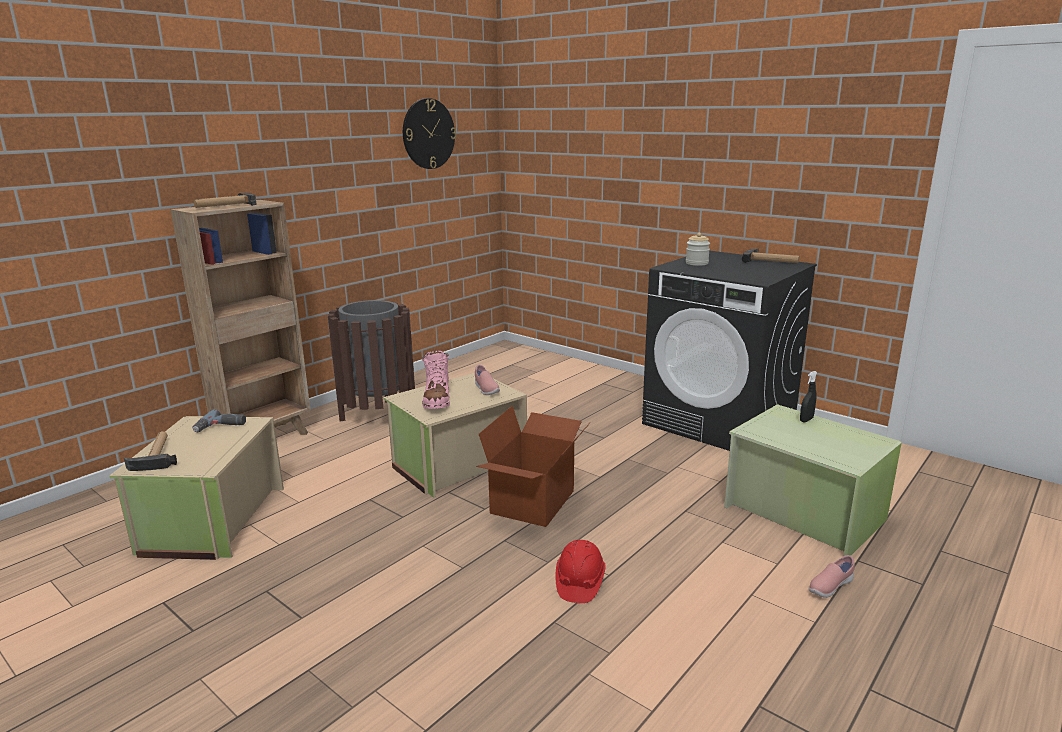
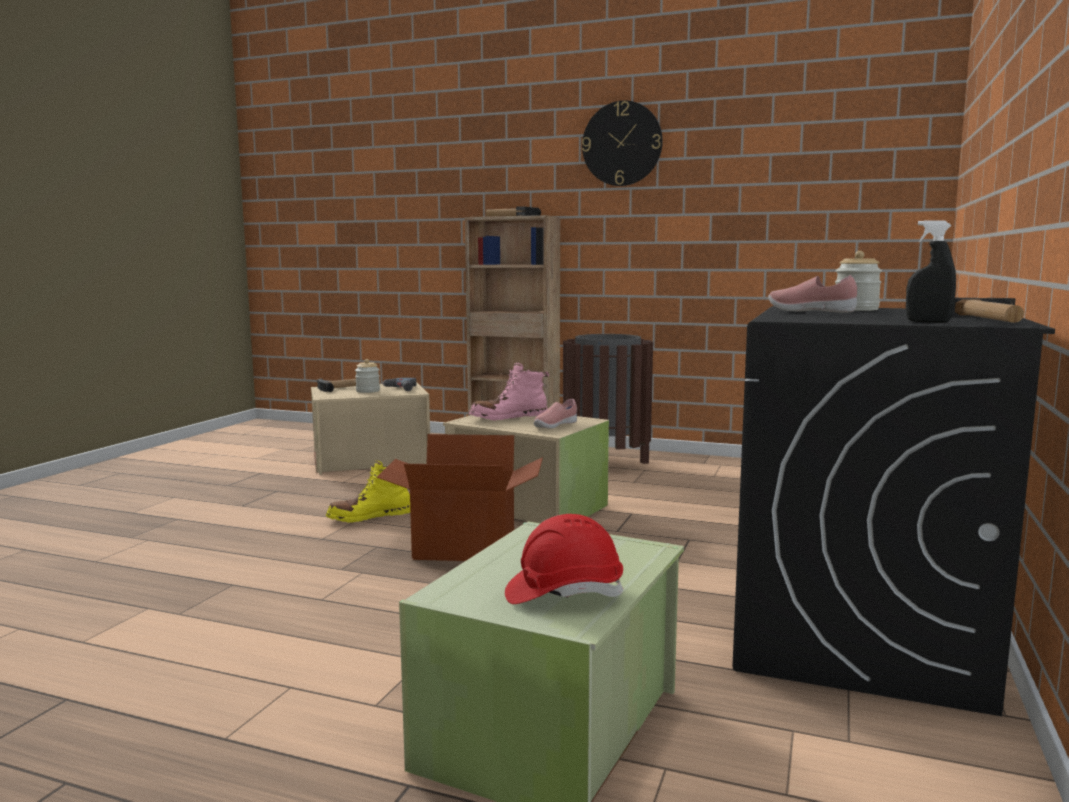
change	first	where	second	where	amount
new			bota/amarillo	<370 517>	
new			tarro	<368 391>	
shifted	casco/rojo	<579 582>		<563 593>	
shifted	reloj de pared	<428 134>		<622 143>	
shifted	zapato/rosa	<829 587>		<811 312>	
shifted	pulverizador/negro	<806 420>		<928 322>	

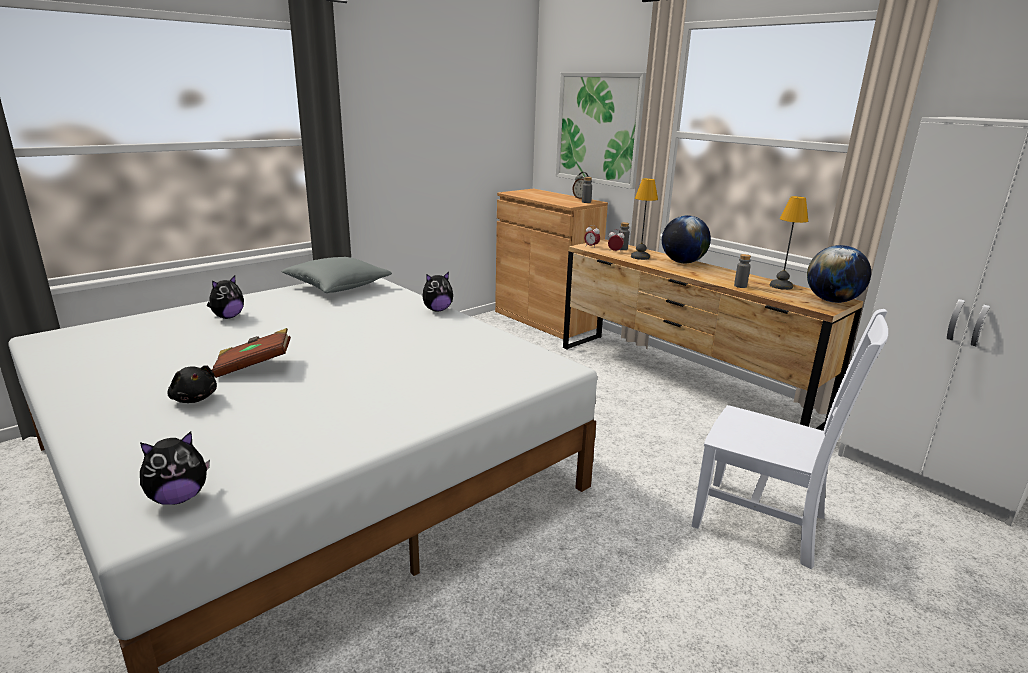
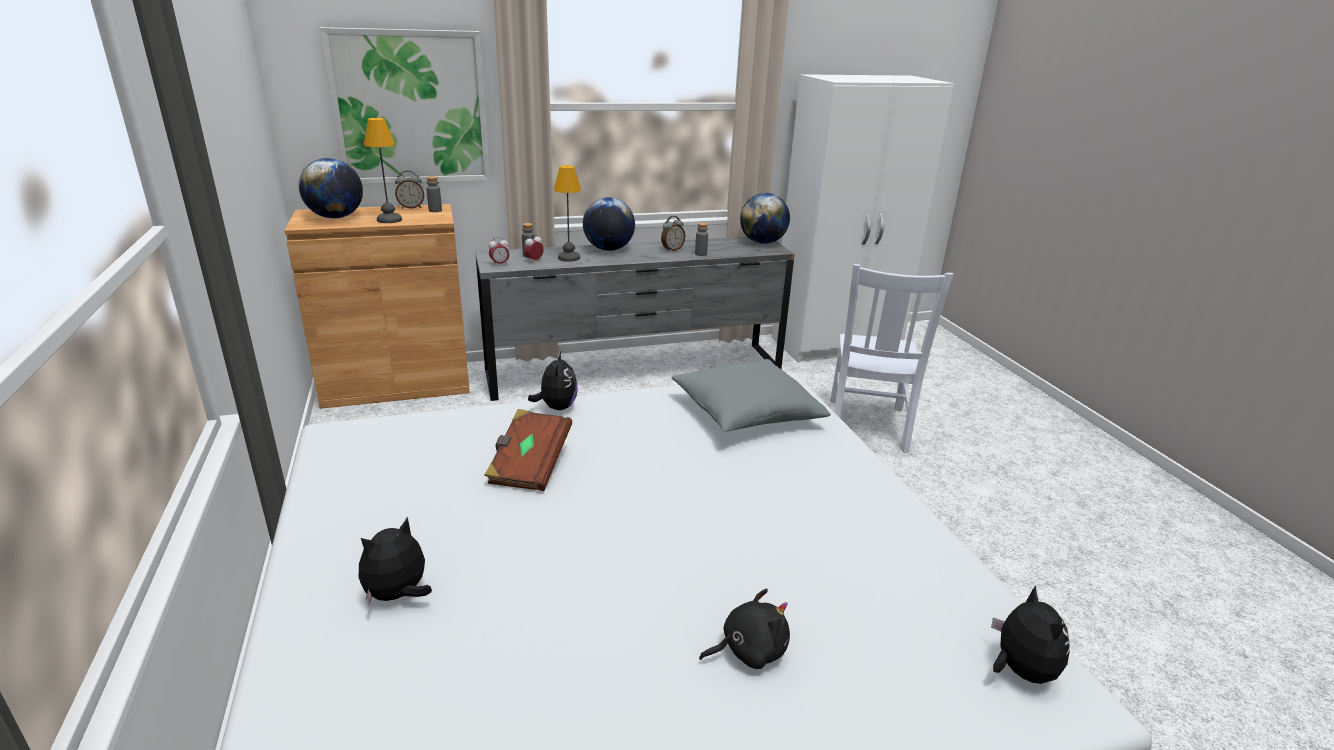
change	first	where	second	where	amount
new			globo terráqueo	<336 217>	
rotated	peluche	<228 317>		<398 595>	105 degrees counterclockwise
shifted	lámpara de mesa	<780 286>		<389 219>	
repainted	cómoda/marrón	<681 382>	cómoda/gris	<636 371>	
shifted	libro/marrón	<254 366>		<529 465>	
new			despertador	<672 249>	
shifted	cojín/gris	<338 287>		<746 413>	
rotated	silla/blanco	<763 523>		<866 427>	135 degrees clockwise

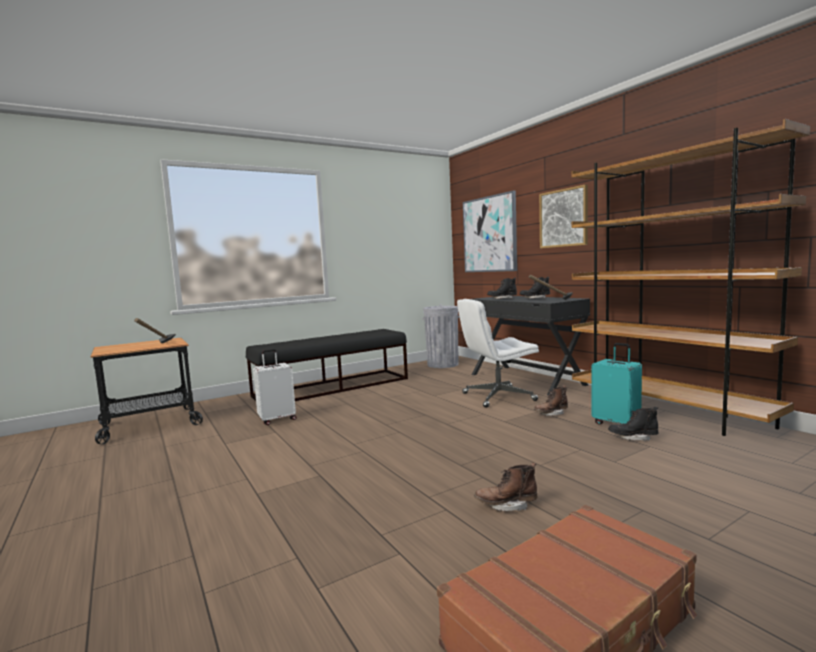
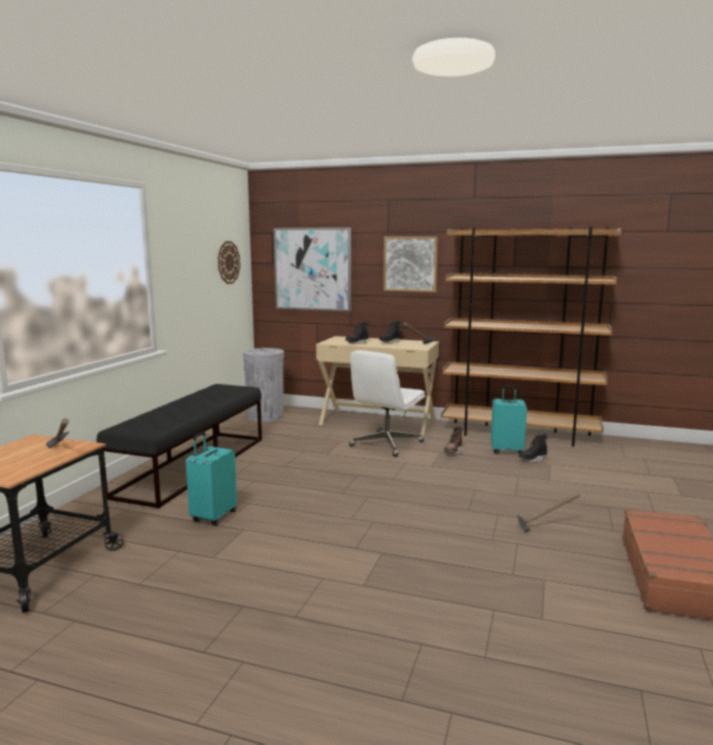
change	first	where	second	where	amount
repainted	maleta/blanco	<277 419>	maleta/turquesa	<213 516>	
new			reloj de pared	<228 262>	
repainted	escritorio/negro	<526 379>	escritorio/beis	<378 422>	
swapped	bota/marrón	<506 505>	martillo	<544 528>	

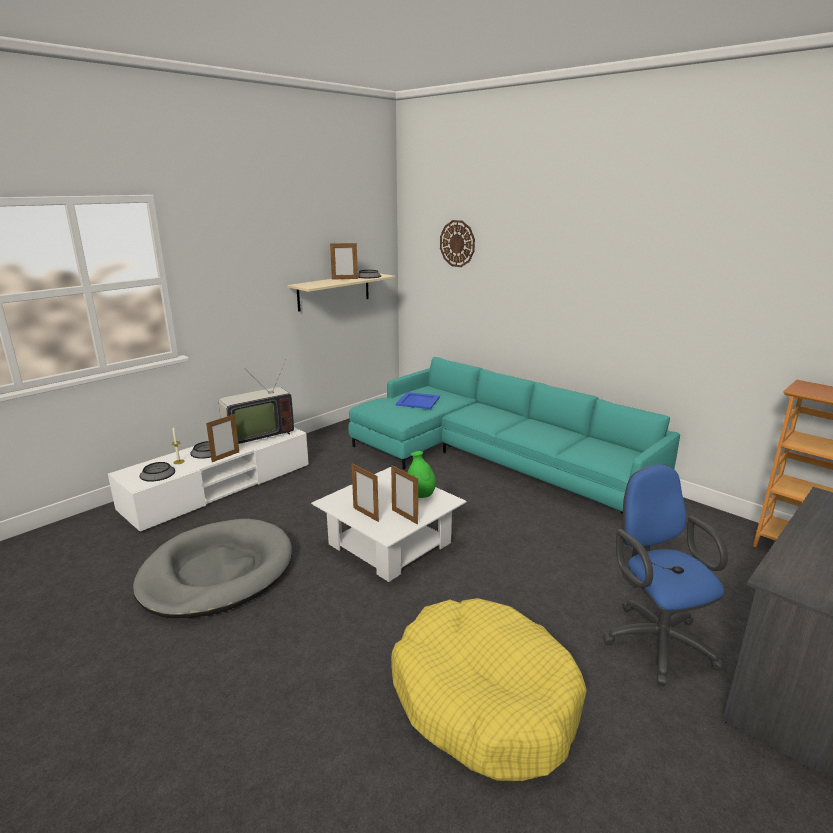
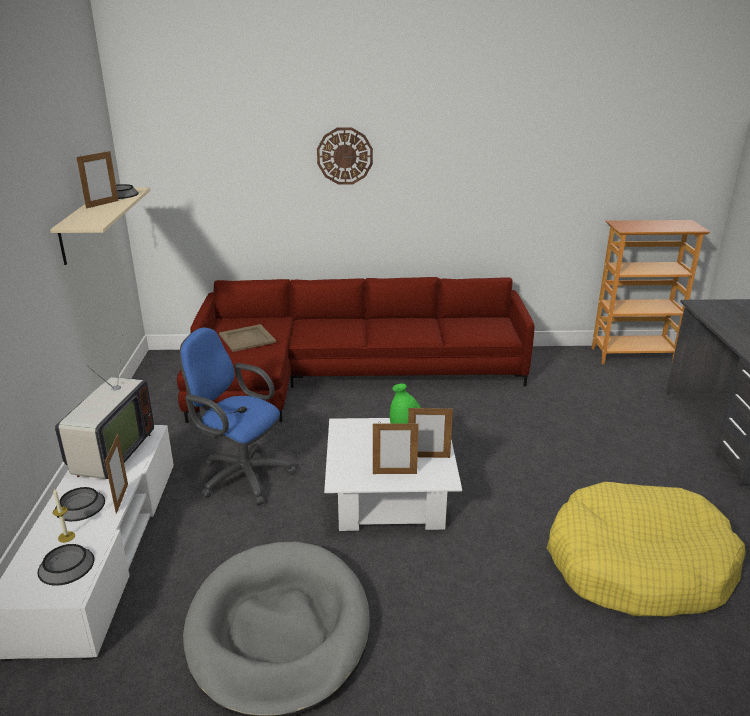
change	first	where	second	where	amount
repainted	sofá/turquesa	<493 459>	sofá/rojo	<346 374>	
shifted	silla de oficina/azul	<654 639>		<241 475>	
repainted	bandeja/azul	<418 401>	bandeja/beis	<247 338>	
shifted	reloj de pared	<457 243>		<344 156>	

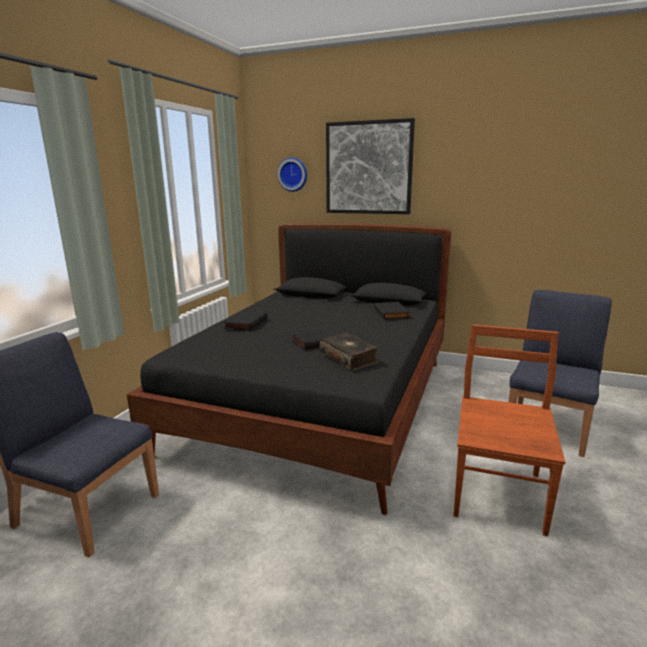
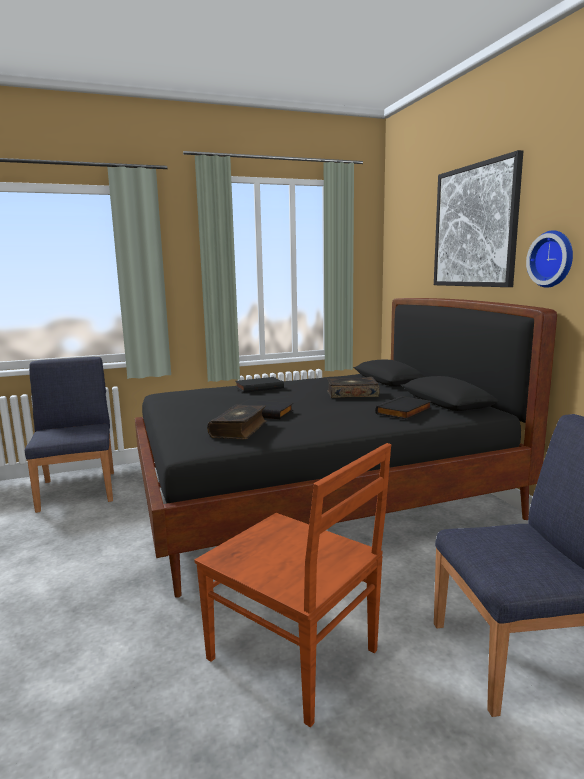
change	first	where	second	where	amount
rotated	silla/marrón	<498 492>		<295 657>	60 degrees clockwise
new			libro	<352 394>	
shifted	reloj de pared	<293 174>		<553 259>	

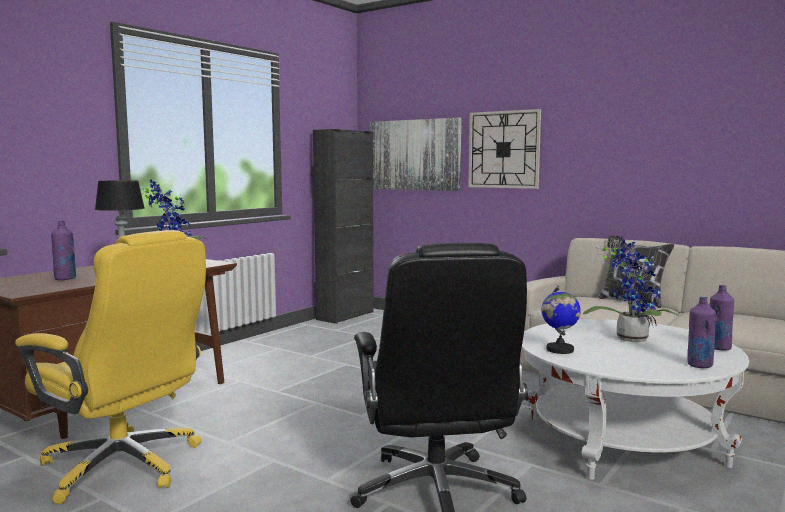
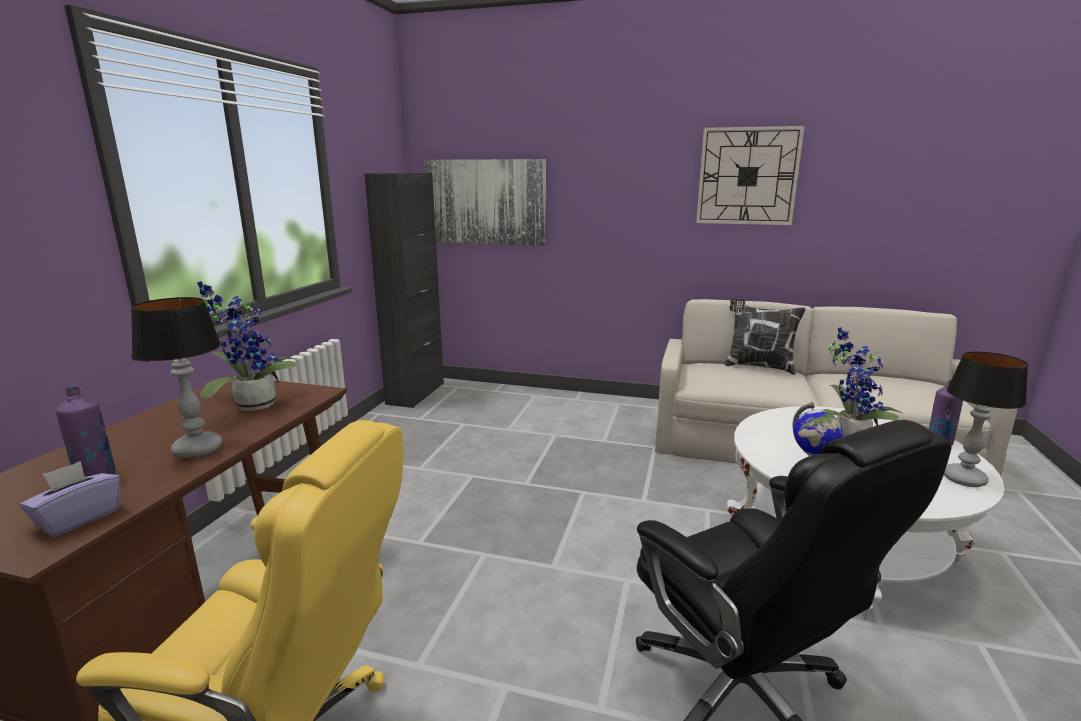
change	first	where	second	where	amount
new			caja de pañuelos/morado	<78 518>	
shifted	reloj de pared	<504 149>		<747 176>	
swapped	botella/morado	<699 365>	lámpara de mesa	<962 479>	

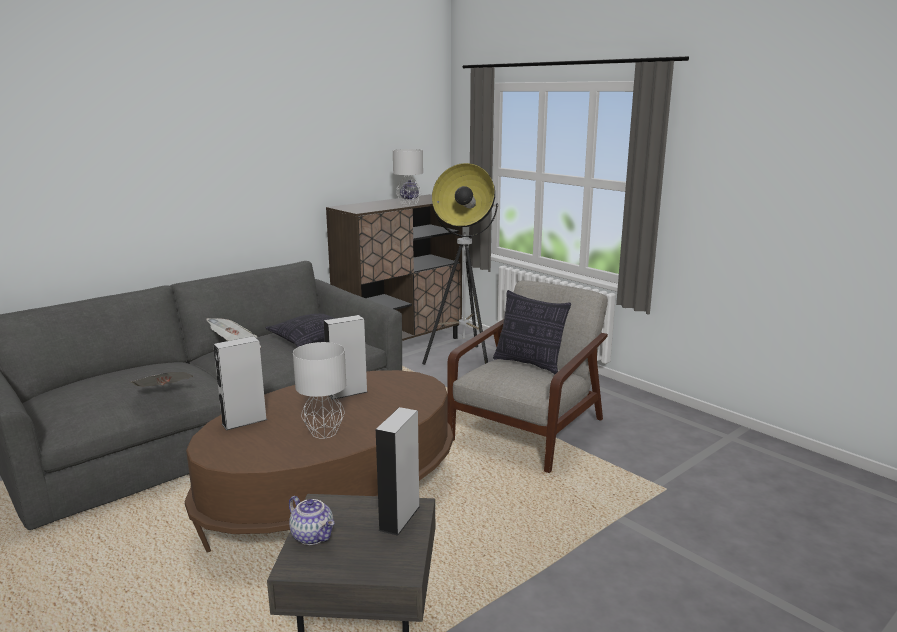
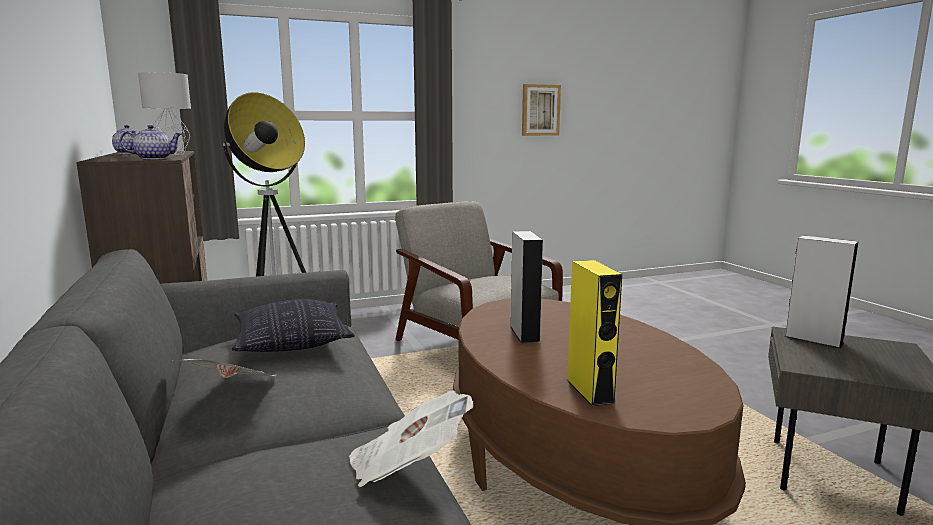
change	first	where	second	where	amount
shifted	tetera	<313 536>		<154 159>	
new			cuadro	<540 110>	
repainted	altavoz/gris	<244 421>	altavoz/amarillo	<589 391>	
gone	lámpara de mesa/gris	<324 432>			
gone	cojín	<529 364>			

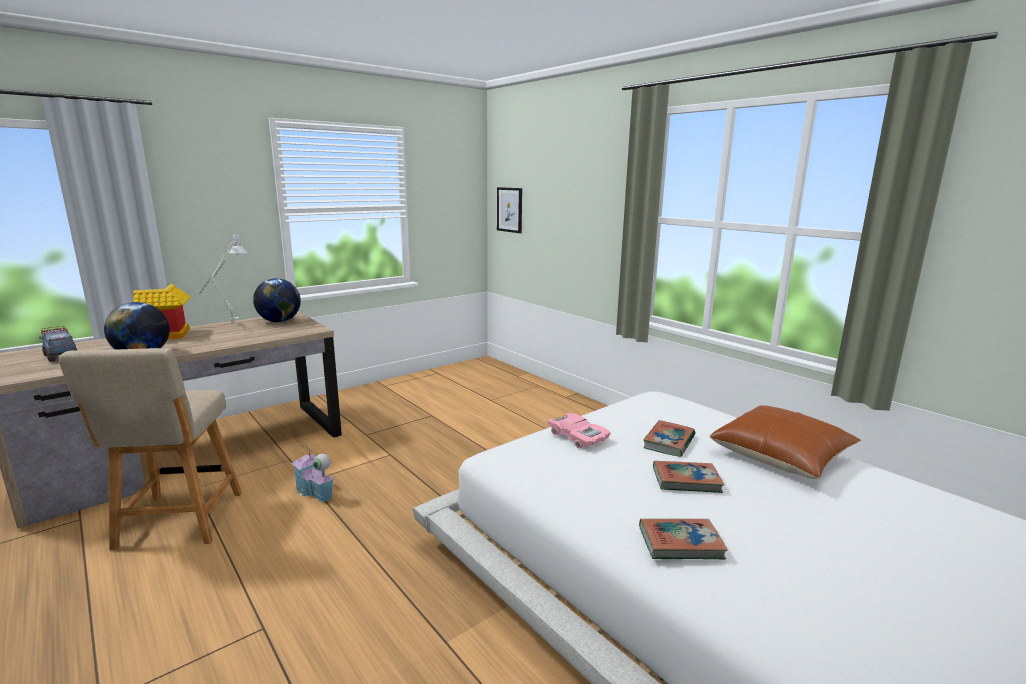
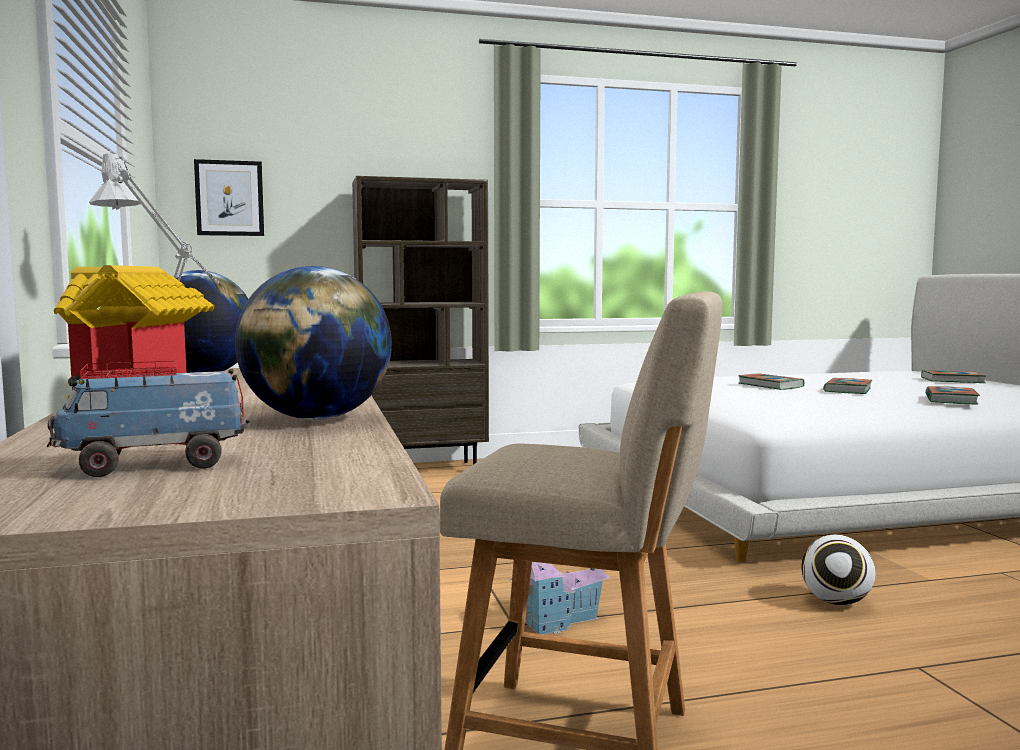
change	first	where	second	where	amount
new			estantería/marrón	<423 469>	
new			balón de fútbol	<836 602>	
new			libro	<952 380>	
gone	coche de juguete/rosa	<577 436>			
gone	cojín/marrón	<781 455>			

